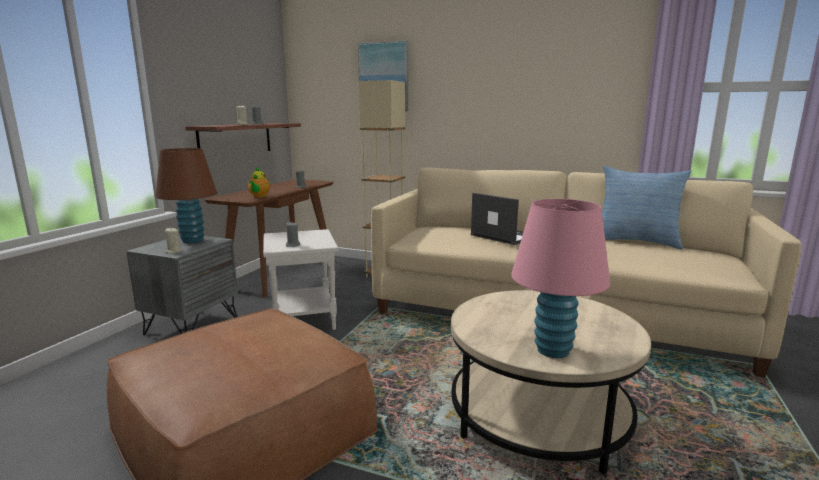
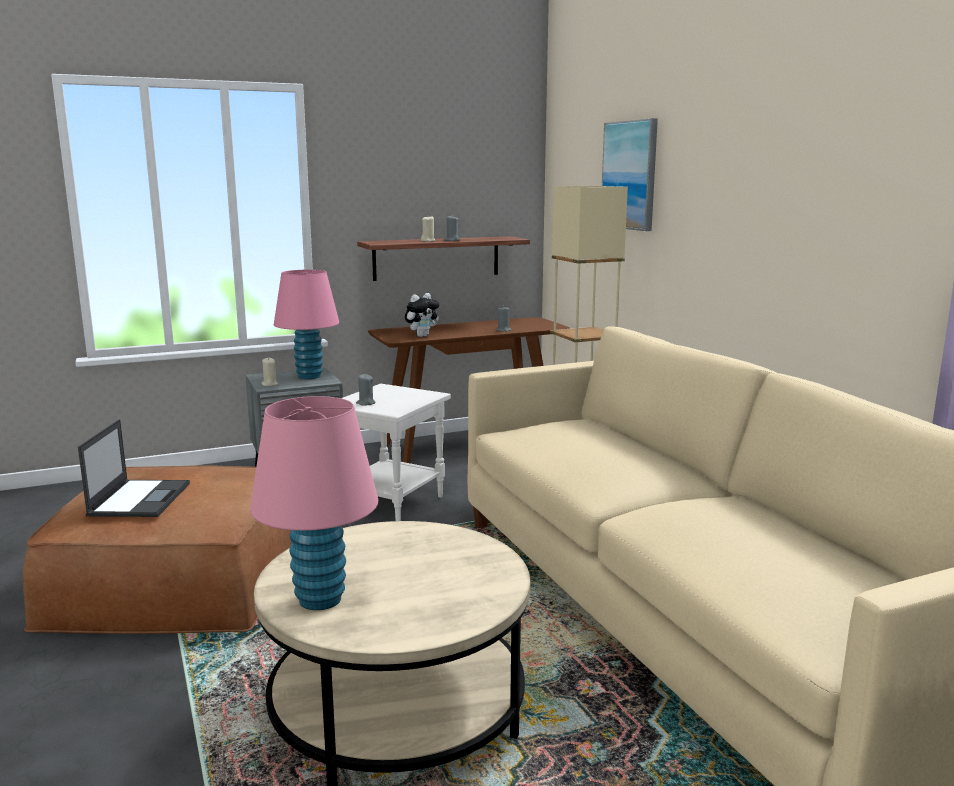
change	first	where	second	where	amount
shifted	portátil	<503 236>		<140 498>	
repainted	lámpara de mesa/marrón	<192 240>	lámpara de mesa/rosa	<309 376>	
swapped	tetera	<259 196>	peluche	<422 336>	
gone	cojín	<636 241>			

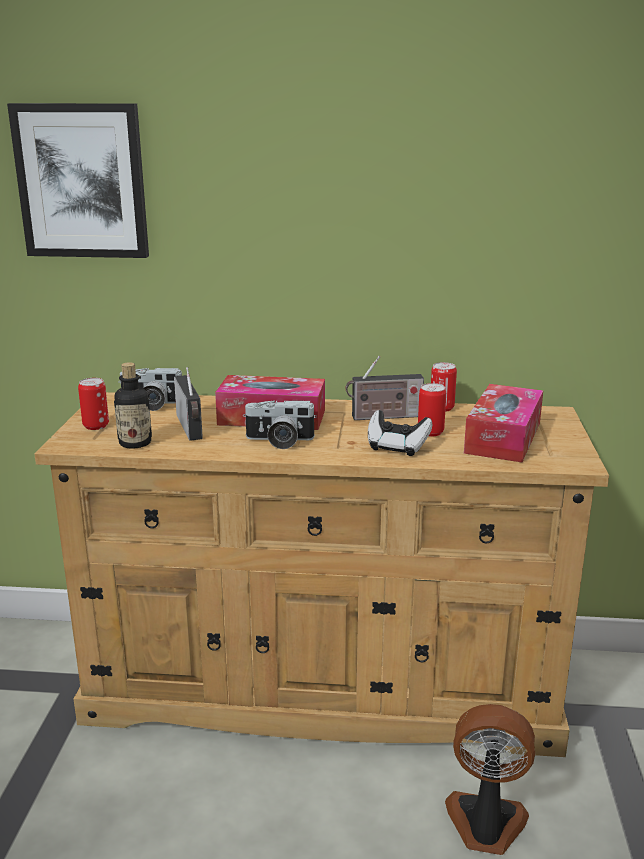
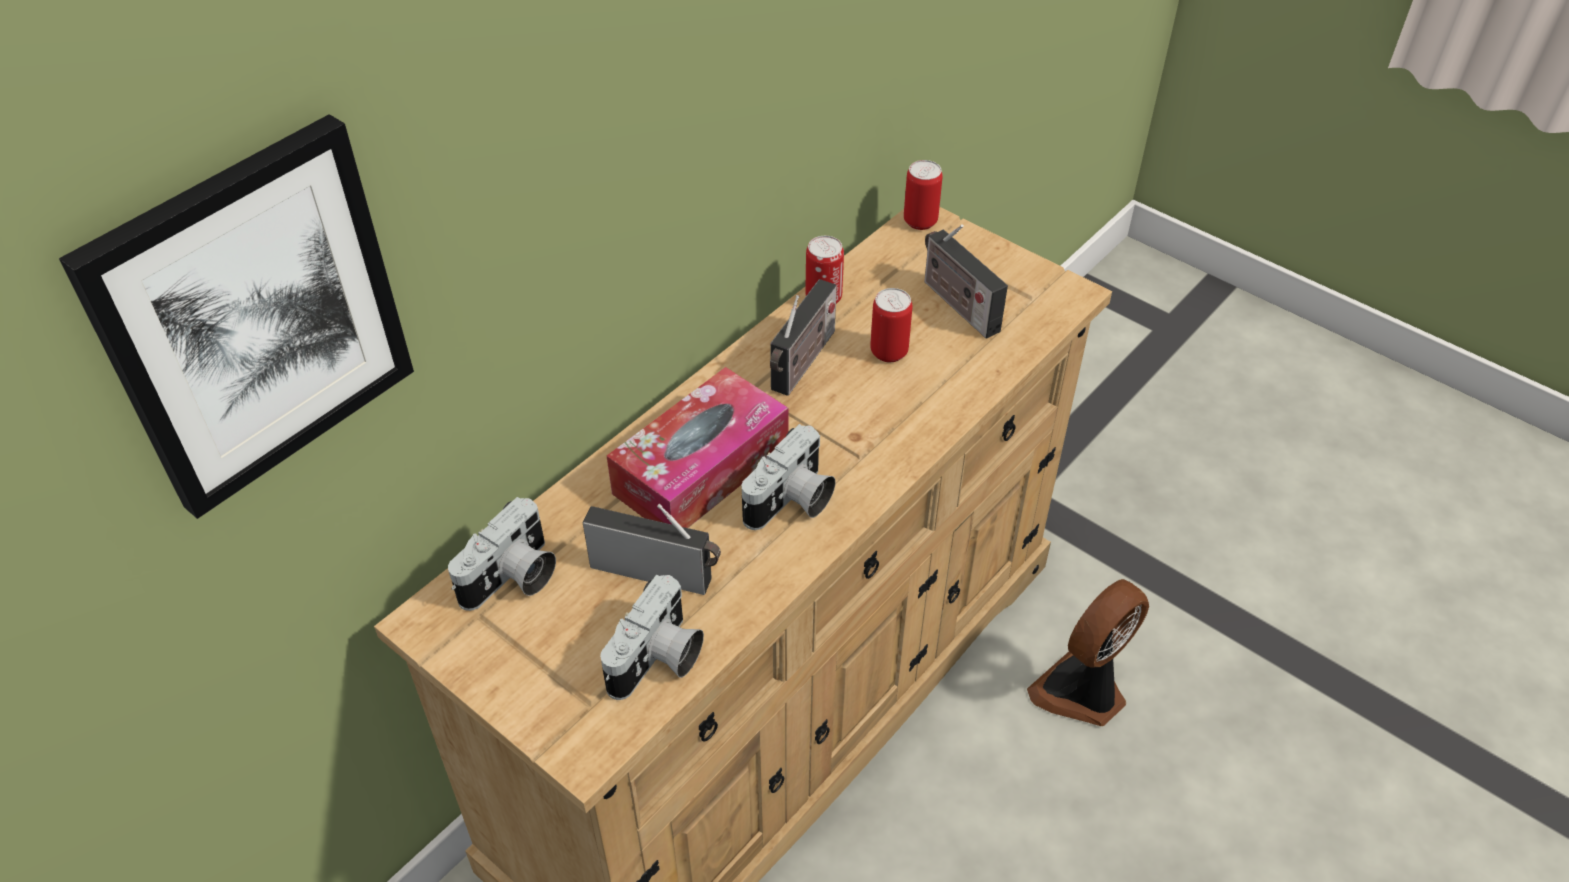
change	first	where	second	where	amount
swapped	botella	<135 443>	cámara	<658 661>	
shifted	lata	<96 426>		<920 221>	
swapped	caja de pañuelos	<503 437>	radio	<957 304>	
gone	mando de consola	<397 447>			

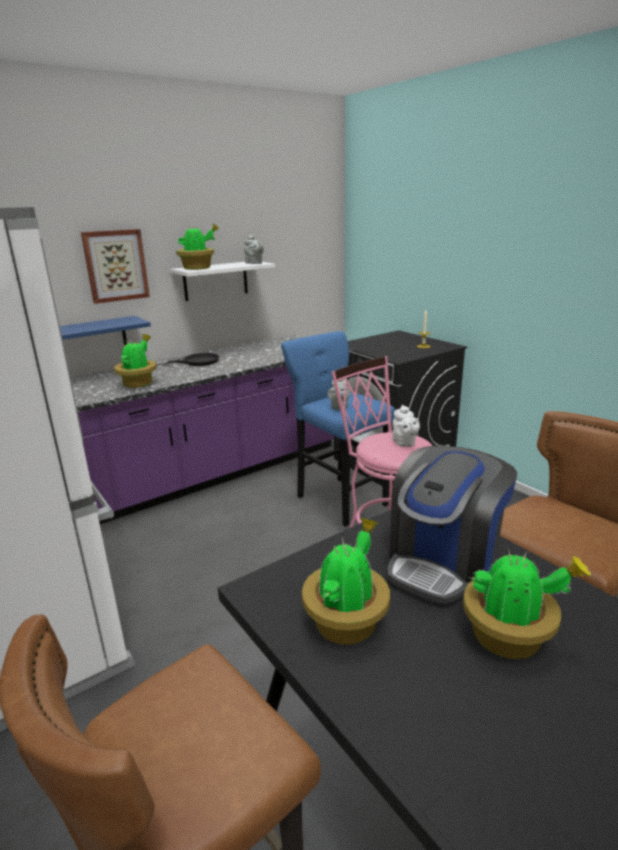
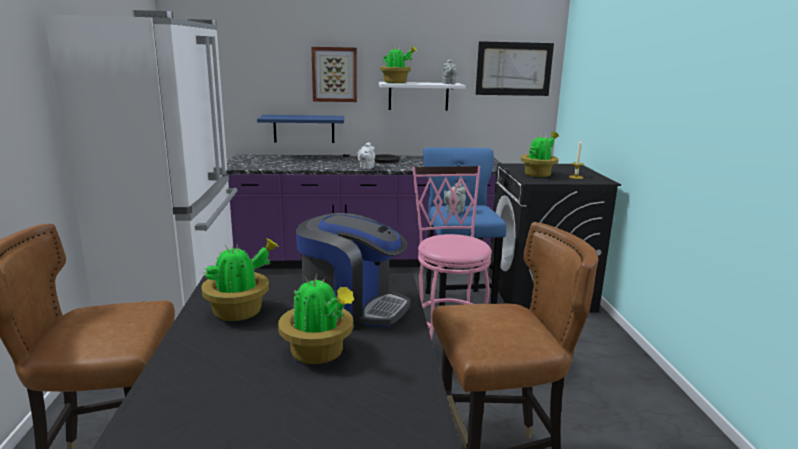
change	first	where	second	where	amount
rotated	cafetera	<443 562>		<352 308>	135 degrees counterclockwise
shifted	tetera/blanco	<404 443>		<366 167>	
new			cuadro	<514 69>	
shifted	planta en maceta	<139 383>		<538 175>	

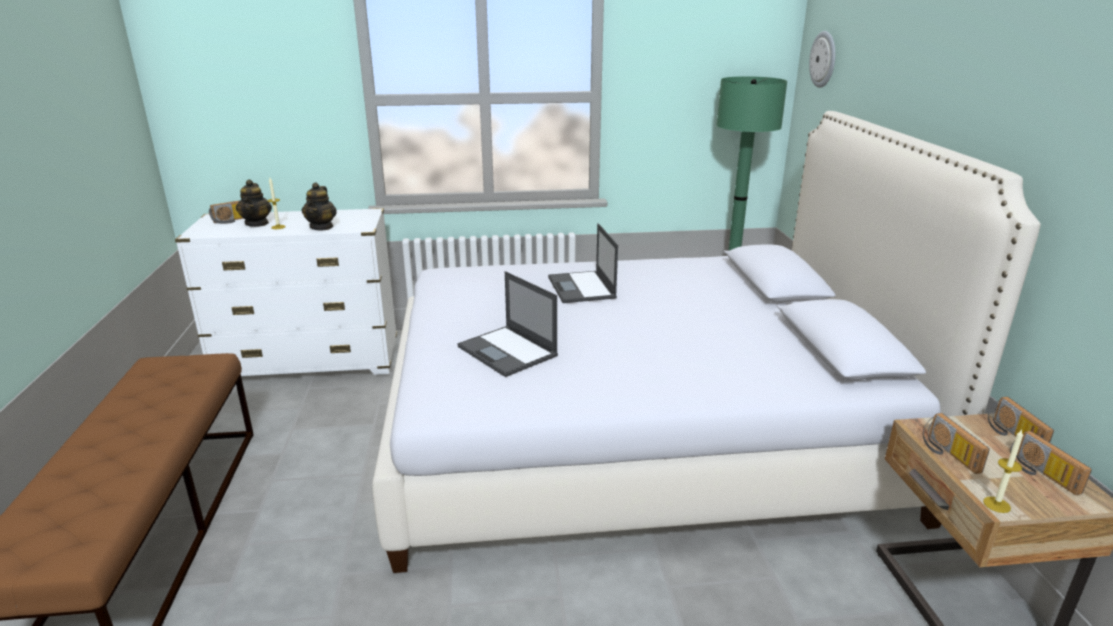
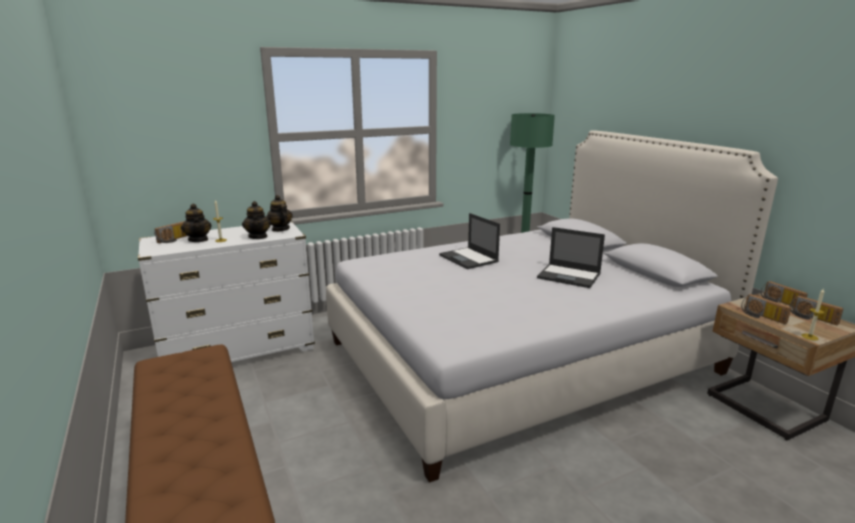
change	first	where	second	where	amount
new			tetera	<280 229>	
shifted	portátil	<508 351>		<569 276>	
gone	reloj de pared	<823 59>			

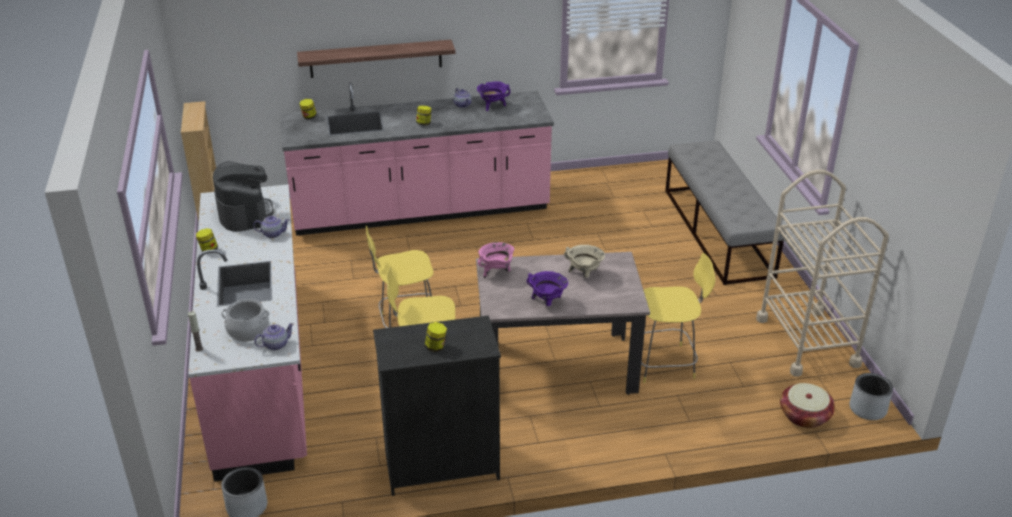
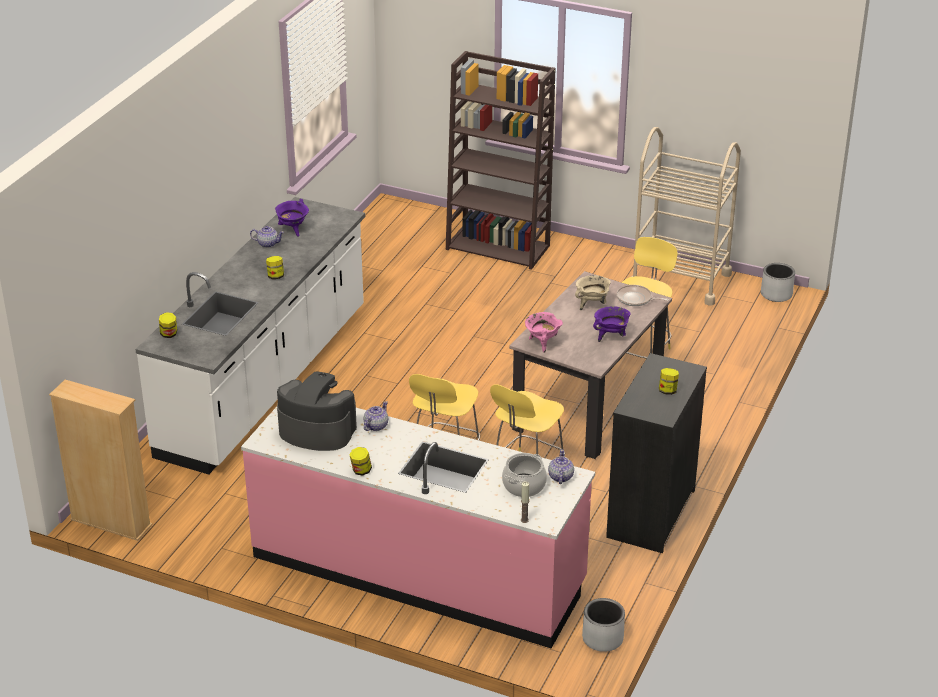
change	first	where	second	where	amount
repainted	mueble bajo de cocina/rosa	<421 211>	mueble bajo de cocina/blanco	<266 382>	
swapped	banco/gris	<717 232>	estantería/marrón	<499 247>	
new			sartén	<636 299>	
gone	estante	<376 58>			
gone	cesta	<804 416>			

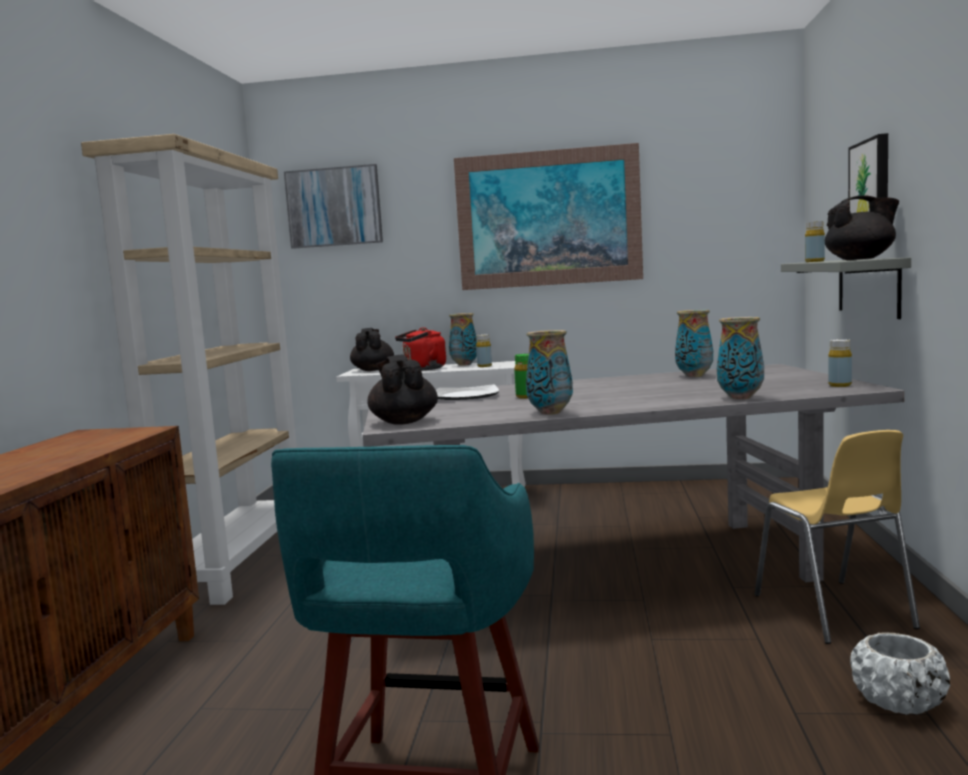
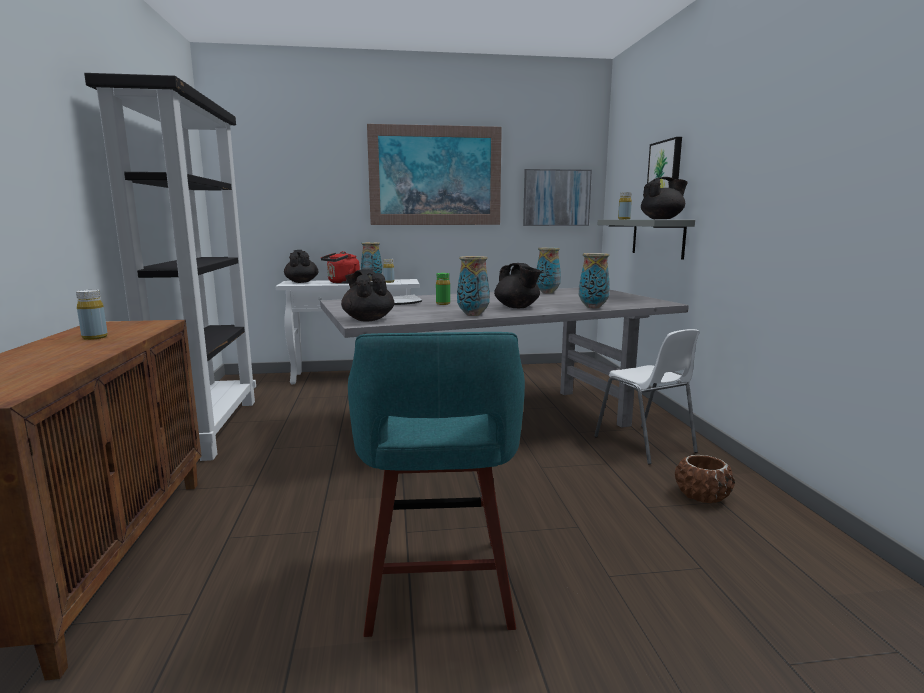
change	first	where	second	where	amount
shifted	botella/amarillo	<839 385>		<95 337>	
repainted	estantería/beis	<236 562>	estantería/negro	<208 428>	
new			tetera/negro	<517 307>	
shifted	cuadro	<334 207>		<556 198>	
repainted	silla/amarillo	<834 612>	silla/blanco	<645 445>	
repainted	maceta/blanco	<898 702>	maceta/marrón	<702 496>	

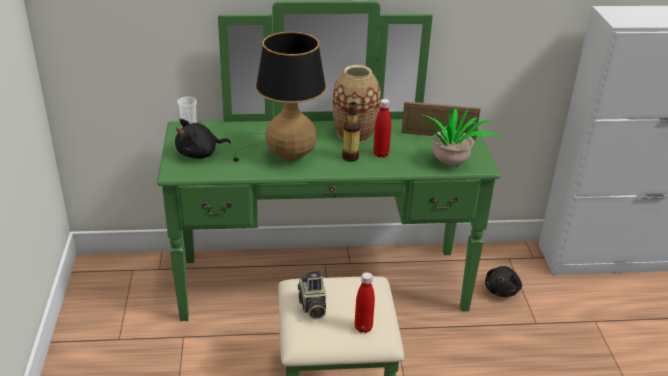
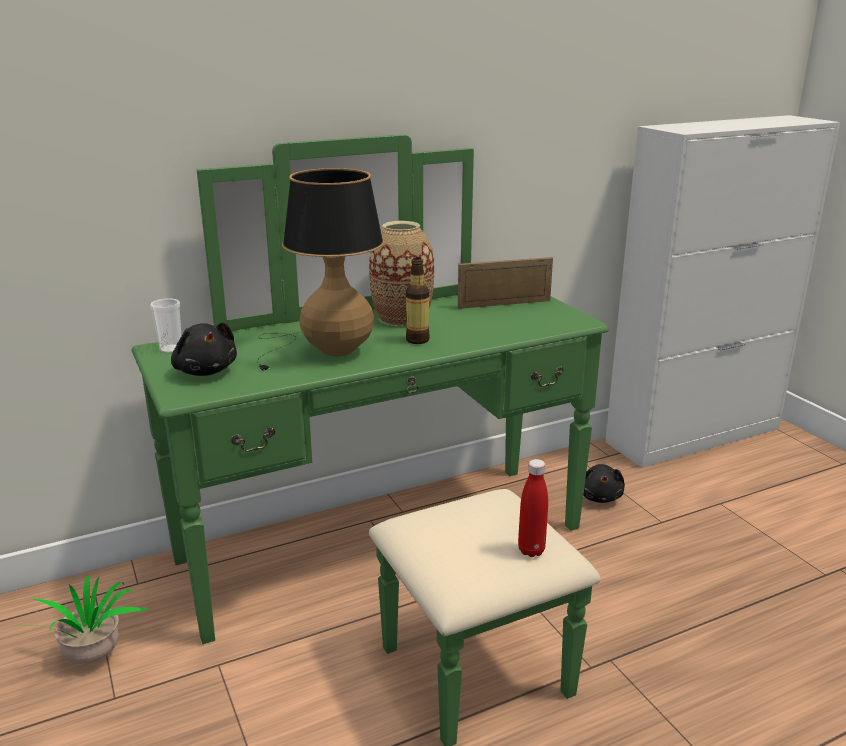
change	first	where	second	where	amount
shifted	planta en maceta	<449 165>		<92 659>	
rotated	peluche/negro	<200 154>		<205 370>	75 degrees counterclockwise
gone	cámara	<312 306>			
gone	botella/rojo	<381 154>			

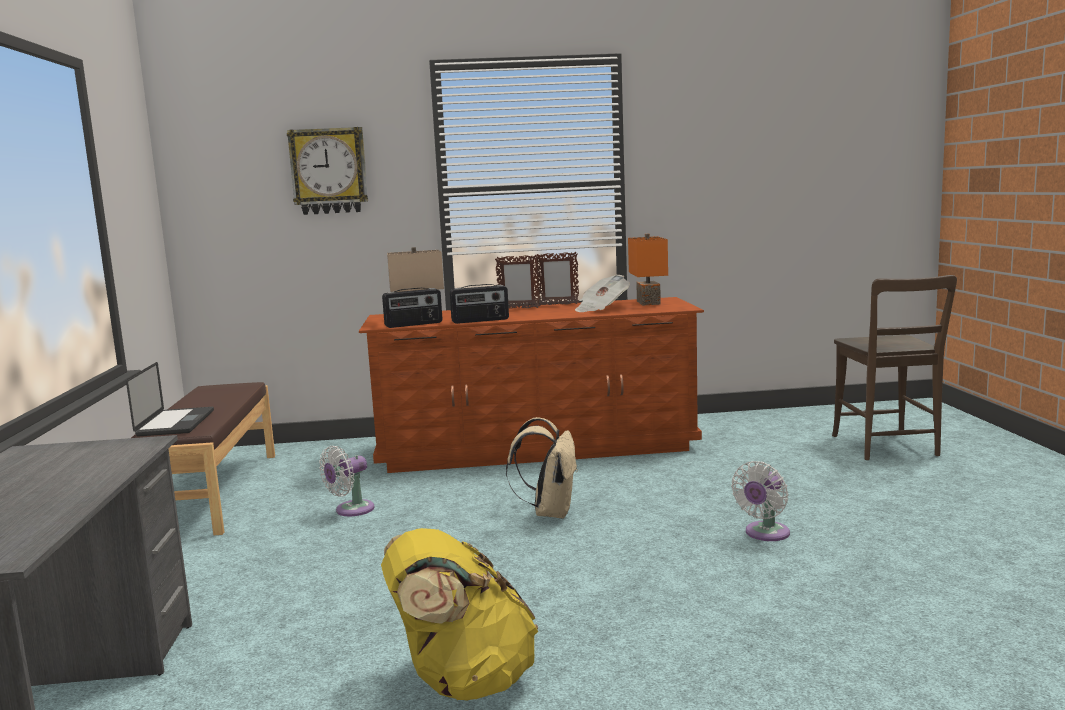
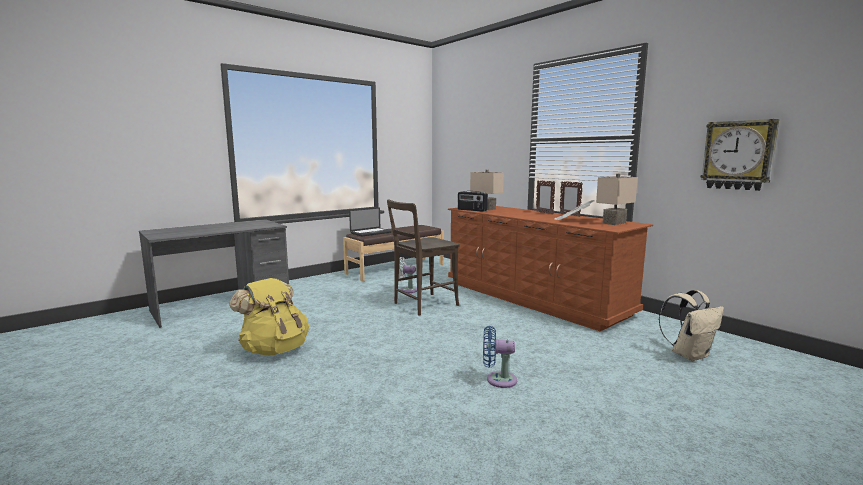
change	first	where	second	where	amount
shifted	silla/marrón	<887 447>		<423 305>	
repainted	ventilador/blanco	<765 534>	ventilador/azul	<498 380>	
repainted	lámpara de mesa/naranja	<650 303>	lámpara de mesa/beis	<615 223>	
shifted	mochila/beis	<550 512>		<689 355>	
shifted	reloj de pared	<329 171>		<738 155>	
gone	radio	<480 320>			

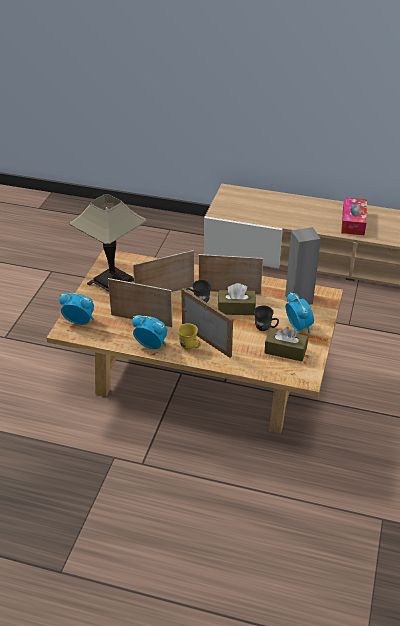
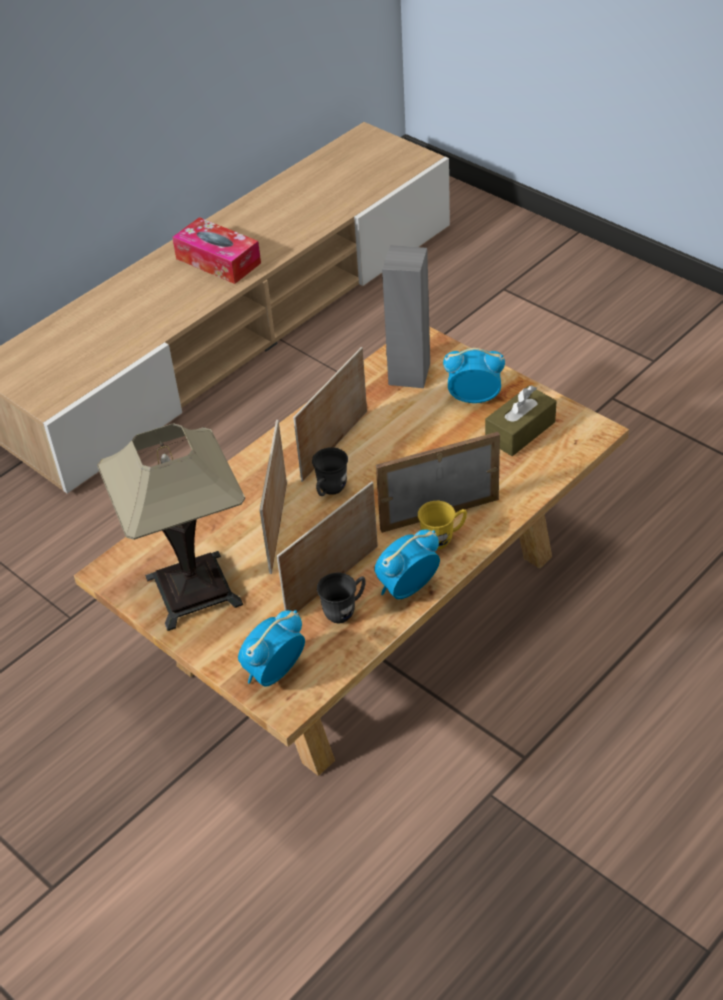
change	first	where	second	where	amount
shifted	taza grande/gris	<266 328>		<345 610>	
gone	caja de pañuelos/marrón	<236 308>			

